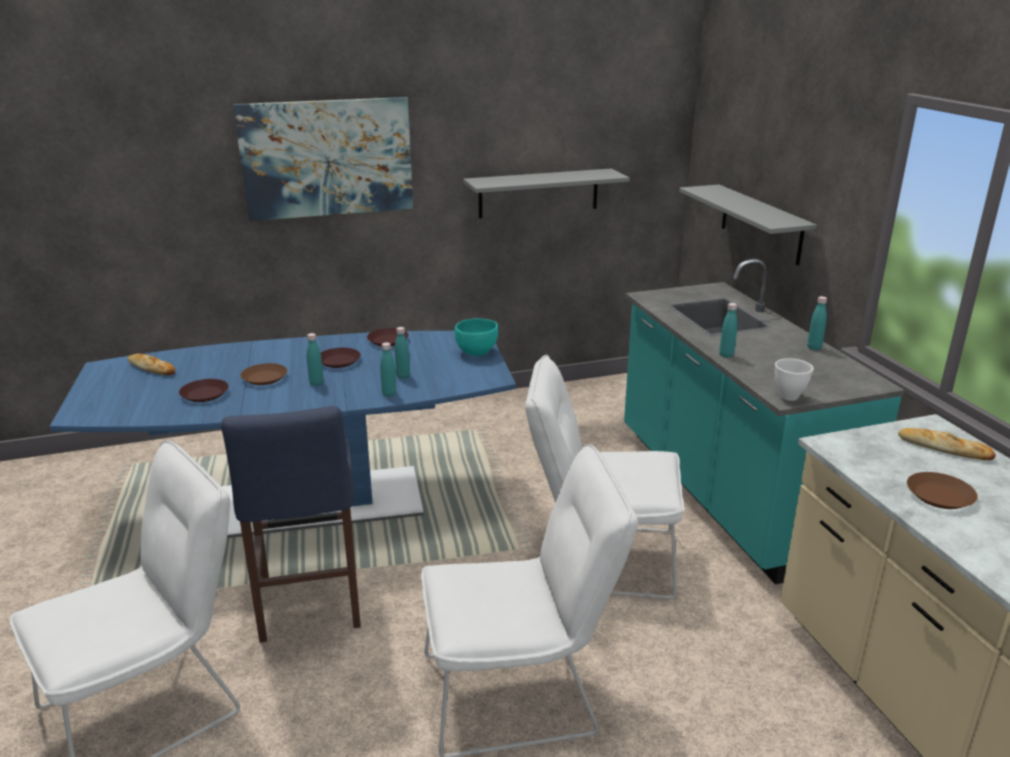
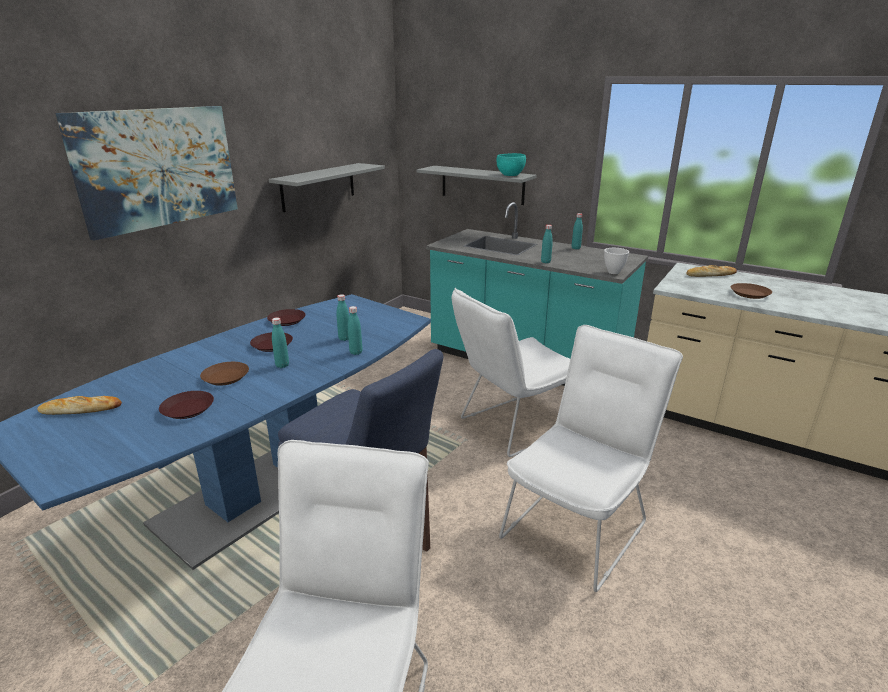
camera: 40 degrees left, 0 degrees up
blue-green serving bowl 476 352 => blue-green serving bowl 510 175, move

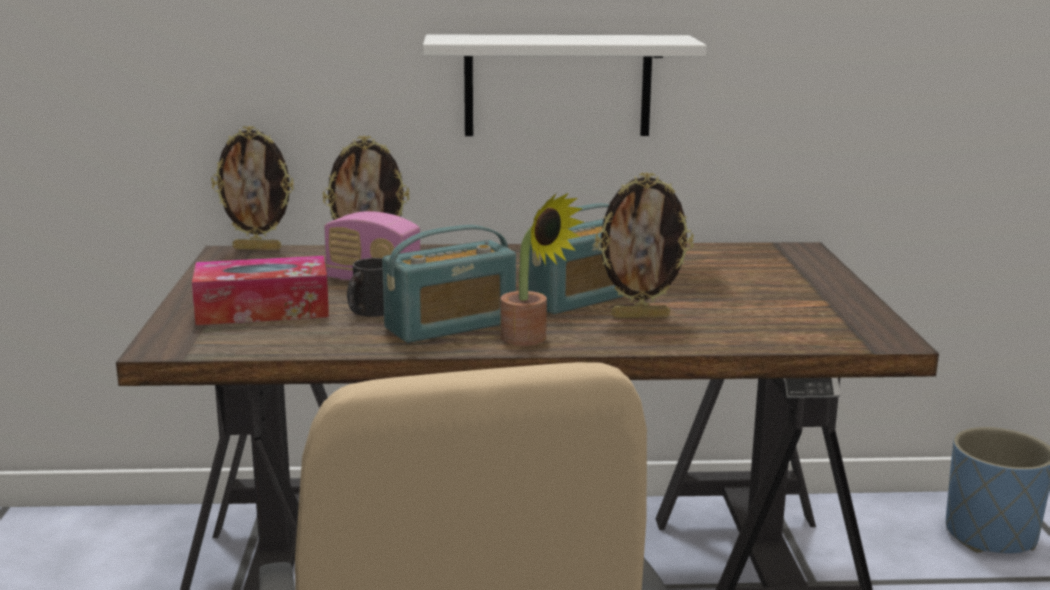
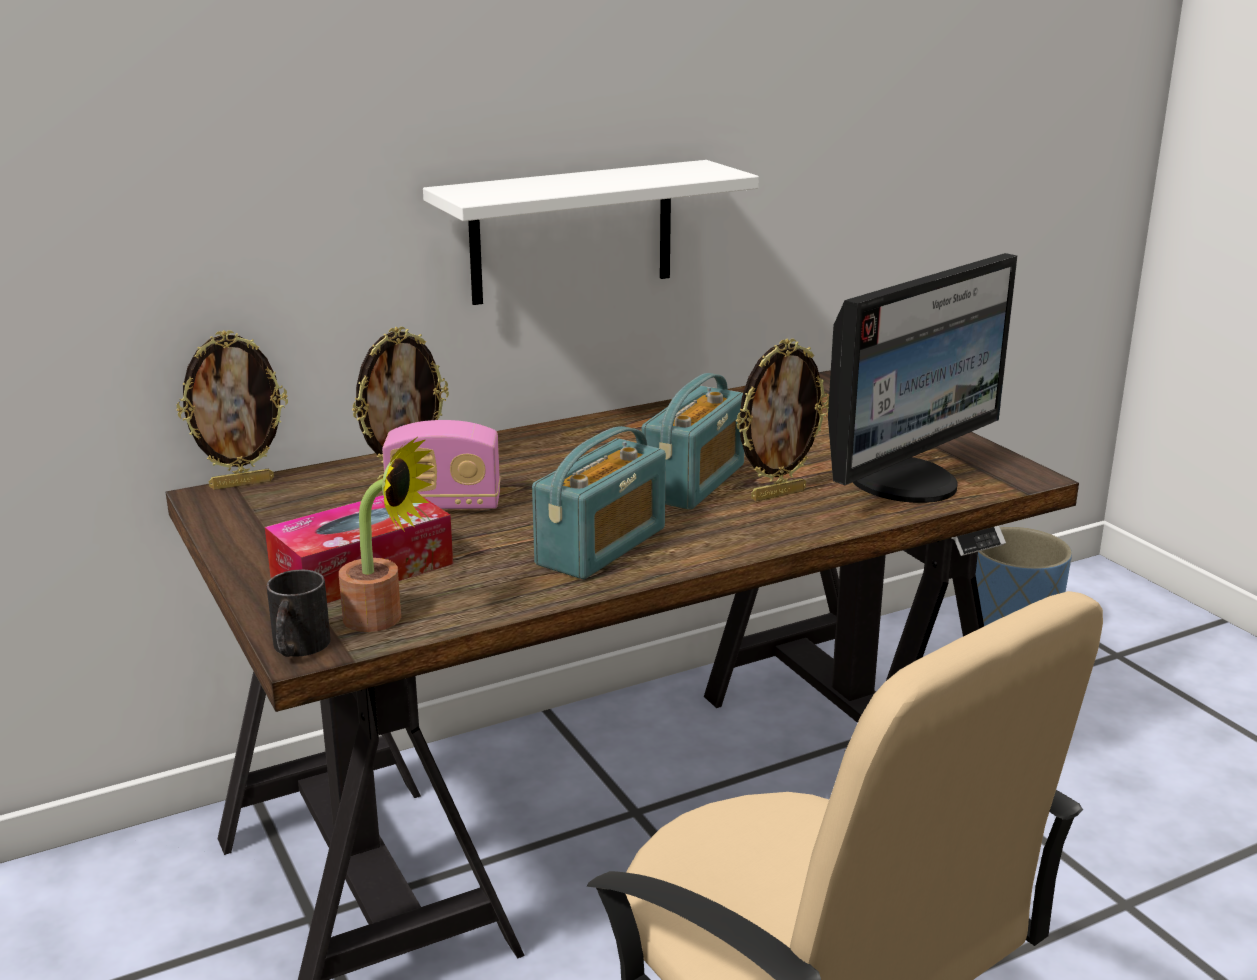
camera: 25 degrees left, 5 degrees up
black-coloured mug 368 312 => black-coloured mug 297 648, move
potted plant 531 340 => potted plant 384 619, move
nothing => computer screen 907 482

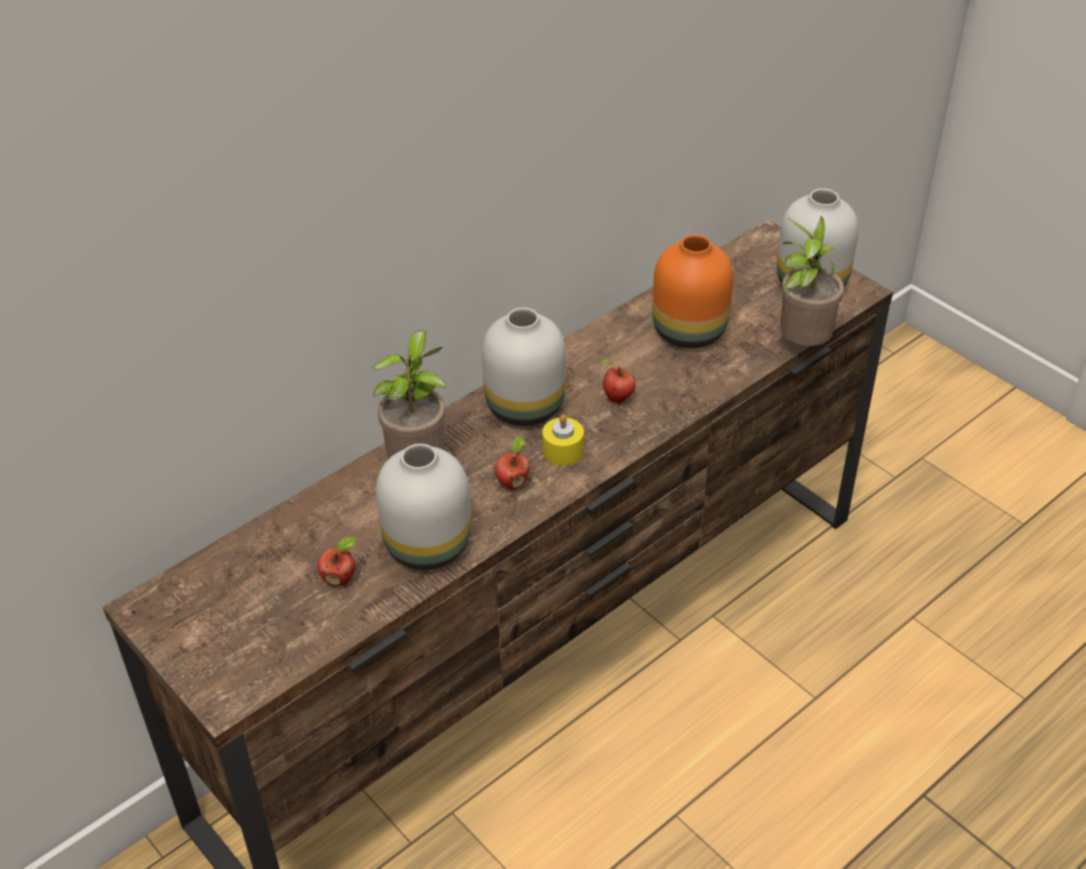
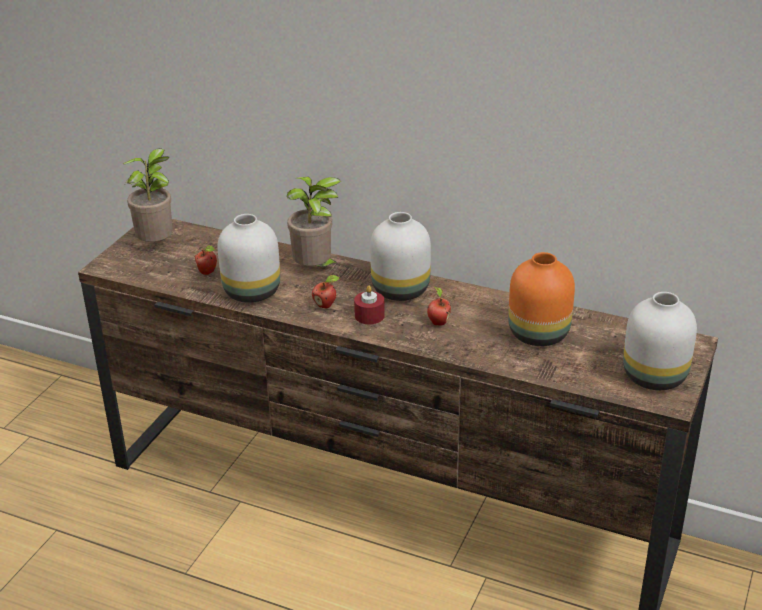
camera: 65 degrees right, 10 degrees down
yellow candle 563 451 => reddish candle 369 315
potted plant 801 344 => potted plant 158 245, move

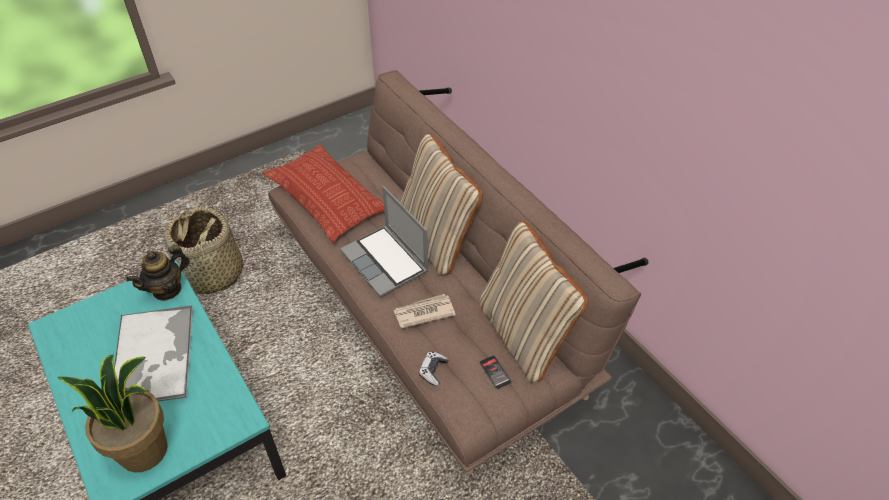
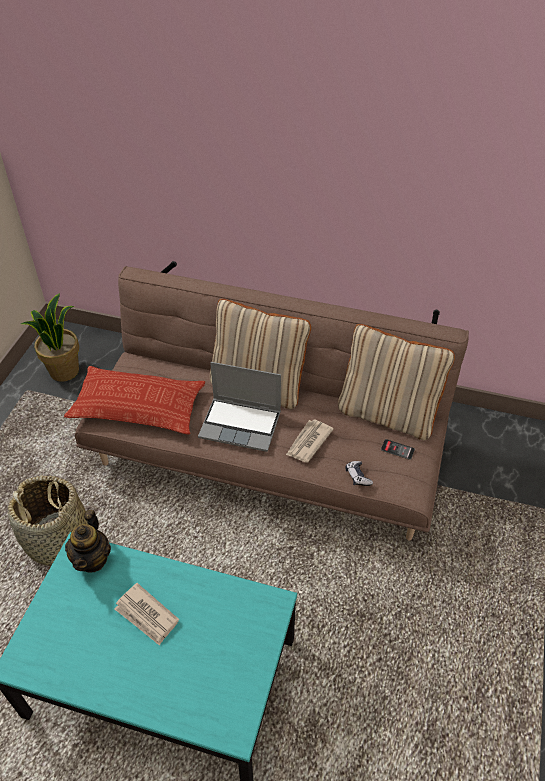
camera: 40 degrees left, 0 degrees up
potted plant 144 449 => potted plant 64 370, move
carrying tray 153 357 => daily paper 146 615

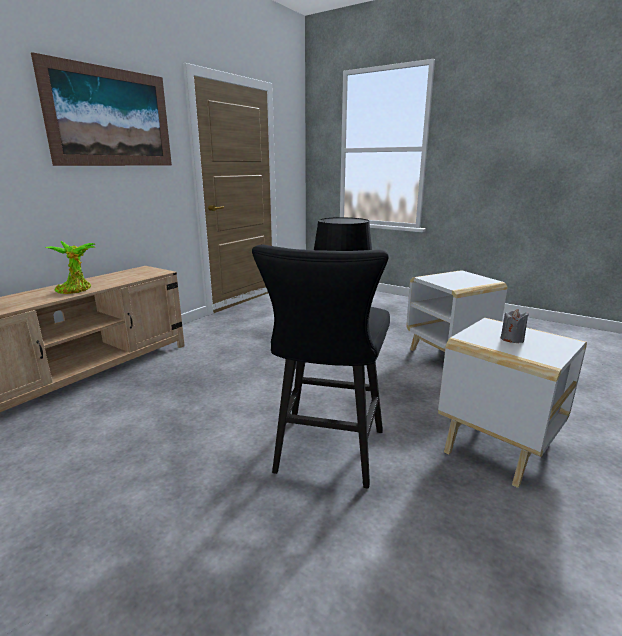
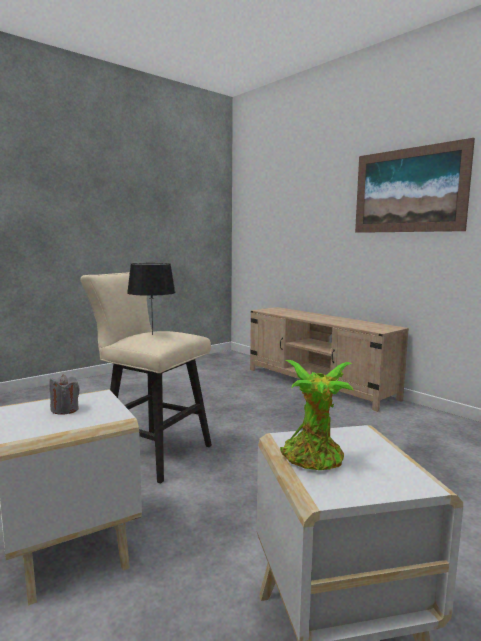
camera: 105 degrees right, 10 degrees down
potted plant 76 290 => potted plant 314 460, move
black-coloured stool seat 326 455 => sand-coloured stool seat 151 452

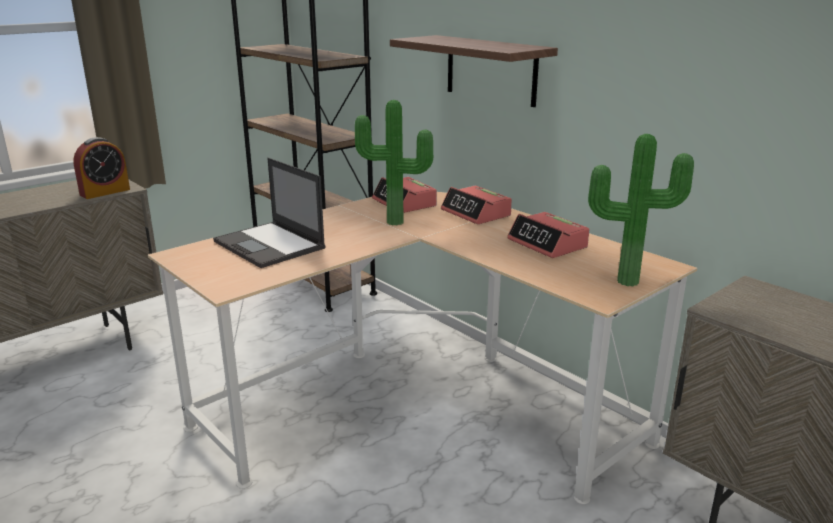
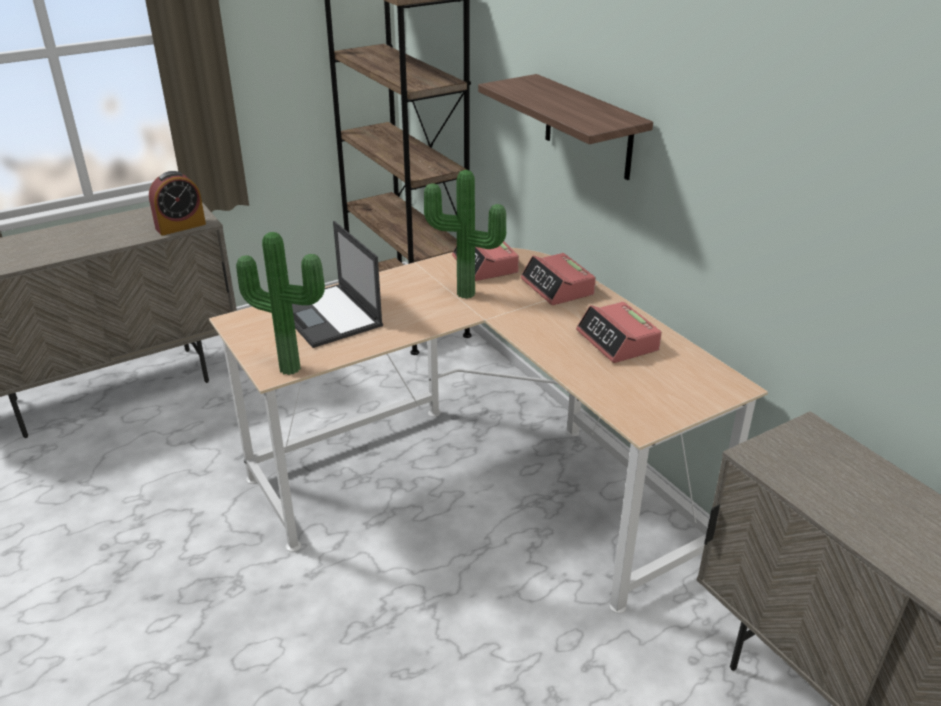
camera: 10 degrees right, 10 degrees up
potted plant 627 280 => potted plant 291 366, move

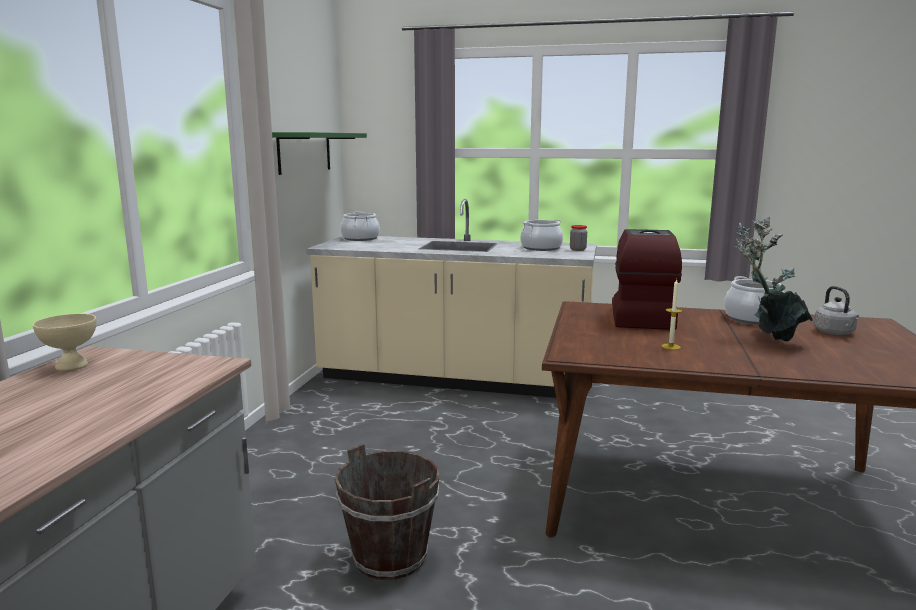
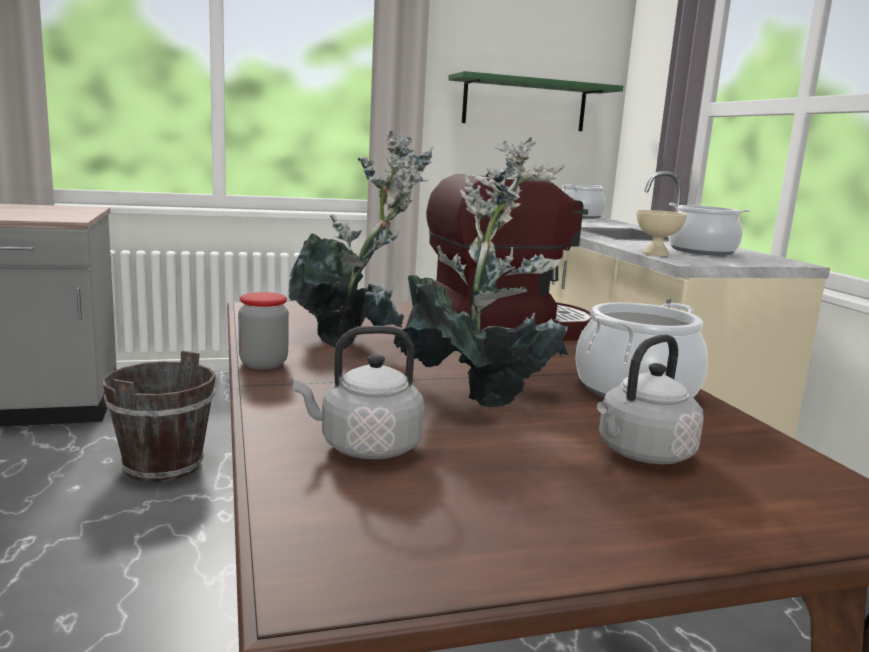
camera: 60 degrees right, 0 degrees up
sand-coloured serving bowl 71 366 => sand-coloured serving bowl 655 254, move
jar 578 249 => jar 263 364, move
candle 671 346 => potted plant 353 343
nothing => gray tea kettle 365 447

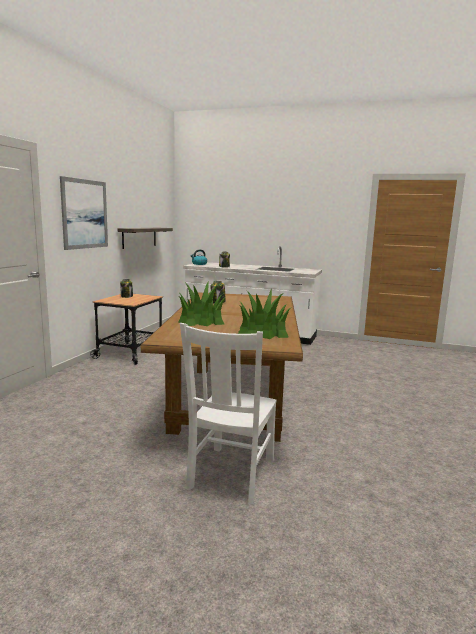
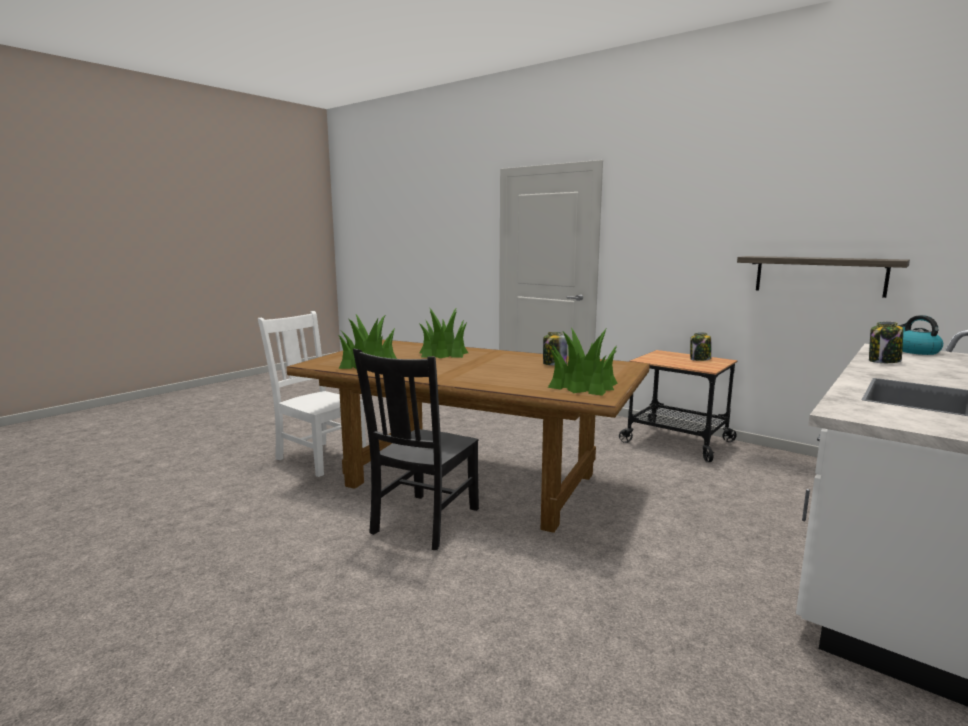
camera: 110 degrees right, 0 degrees up
wall art 85 214 => nothing
nothing => black-coloured plain chair 423 522
nothing => potted plant 582 385

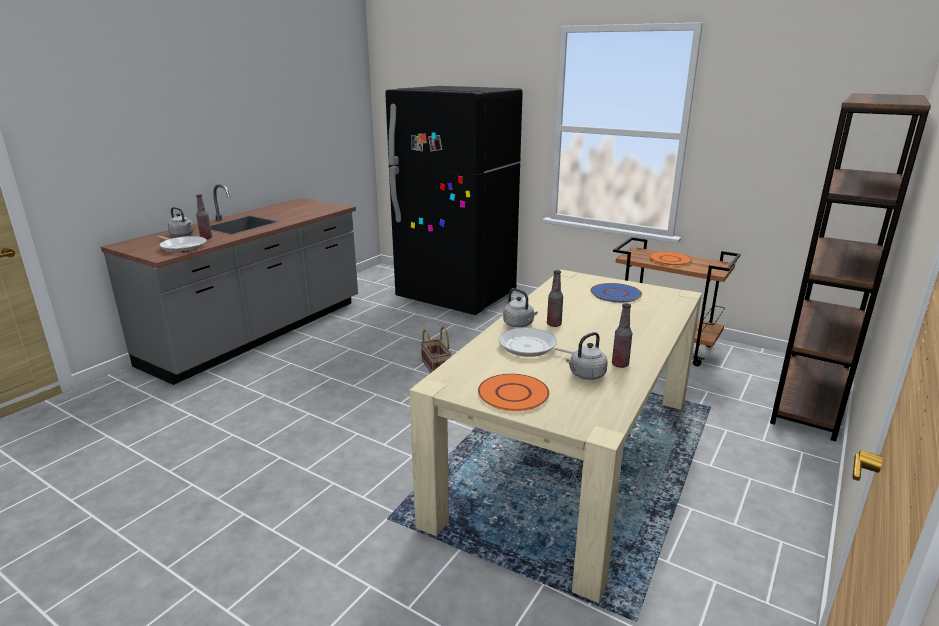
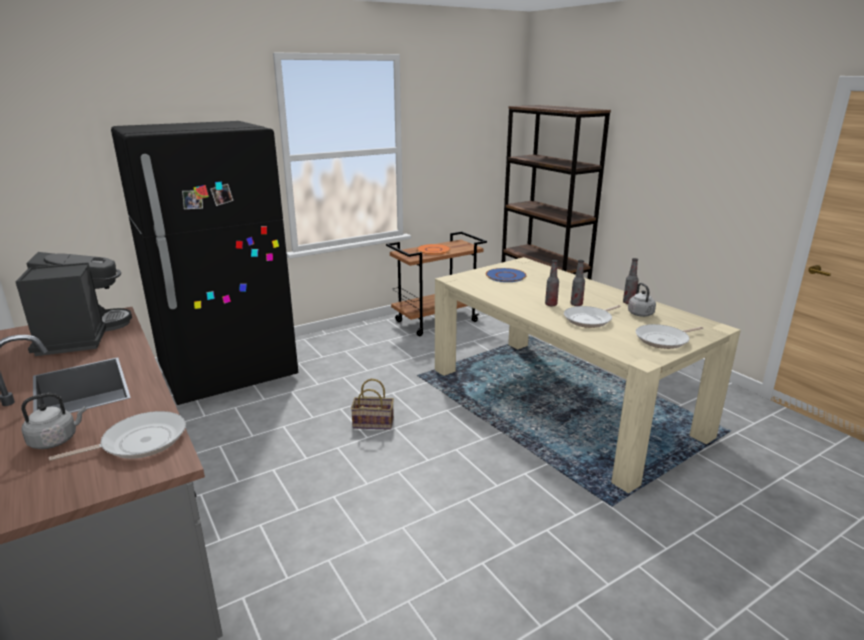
camera: 65 degrees left, 0 degrees up
beverage bottle 206 237 => beverage bottle 576 304, move
orange dinner plate 513 394 => pan 664 340
gray tea kettle 519 324 => nothing
nothing => coffee brewer 80 335

